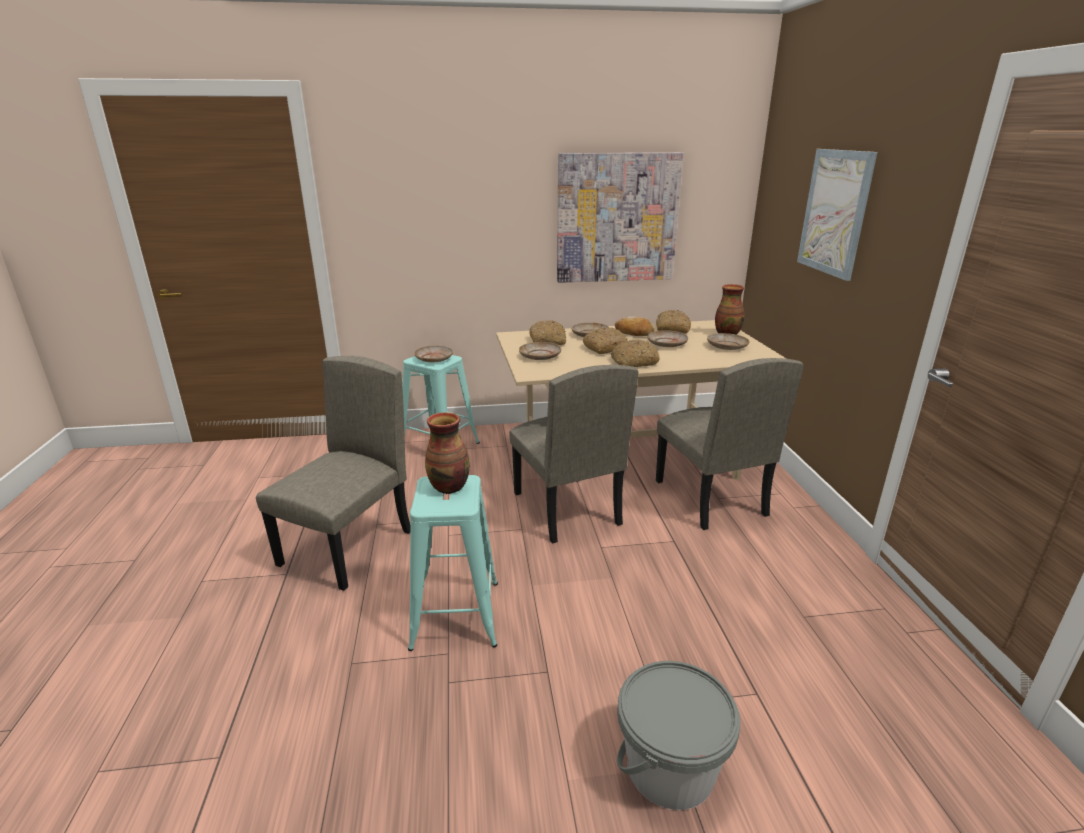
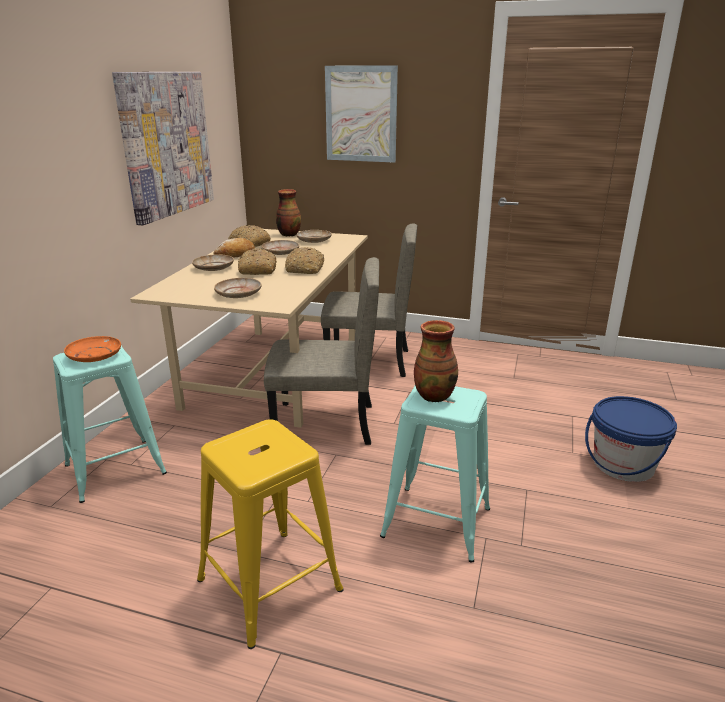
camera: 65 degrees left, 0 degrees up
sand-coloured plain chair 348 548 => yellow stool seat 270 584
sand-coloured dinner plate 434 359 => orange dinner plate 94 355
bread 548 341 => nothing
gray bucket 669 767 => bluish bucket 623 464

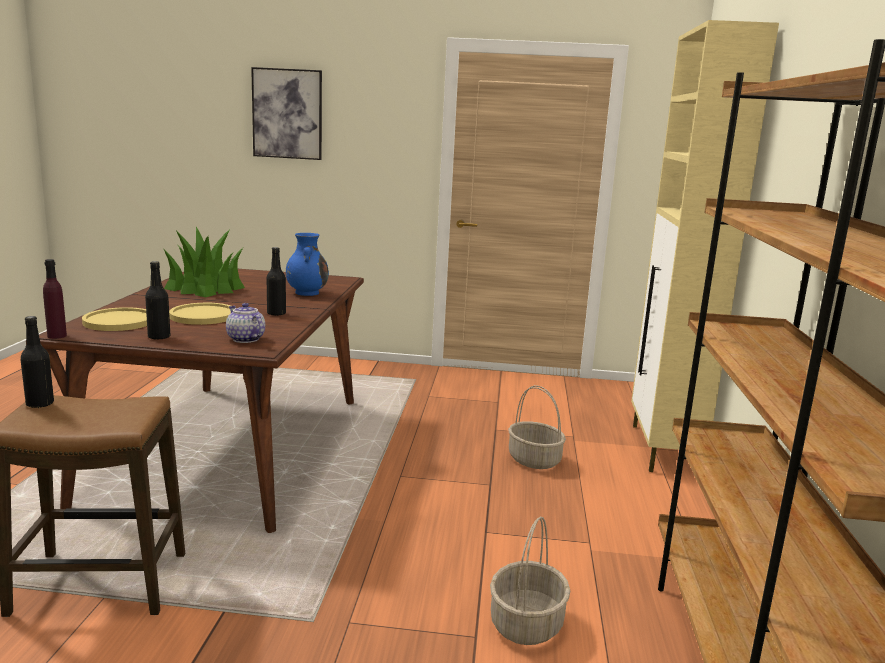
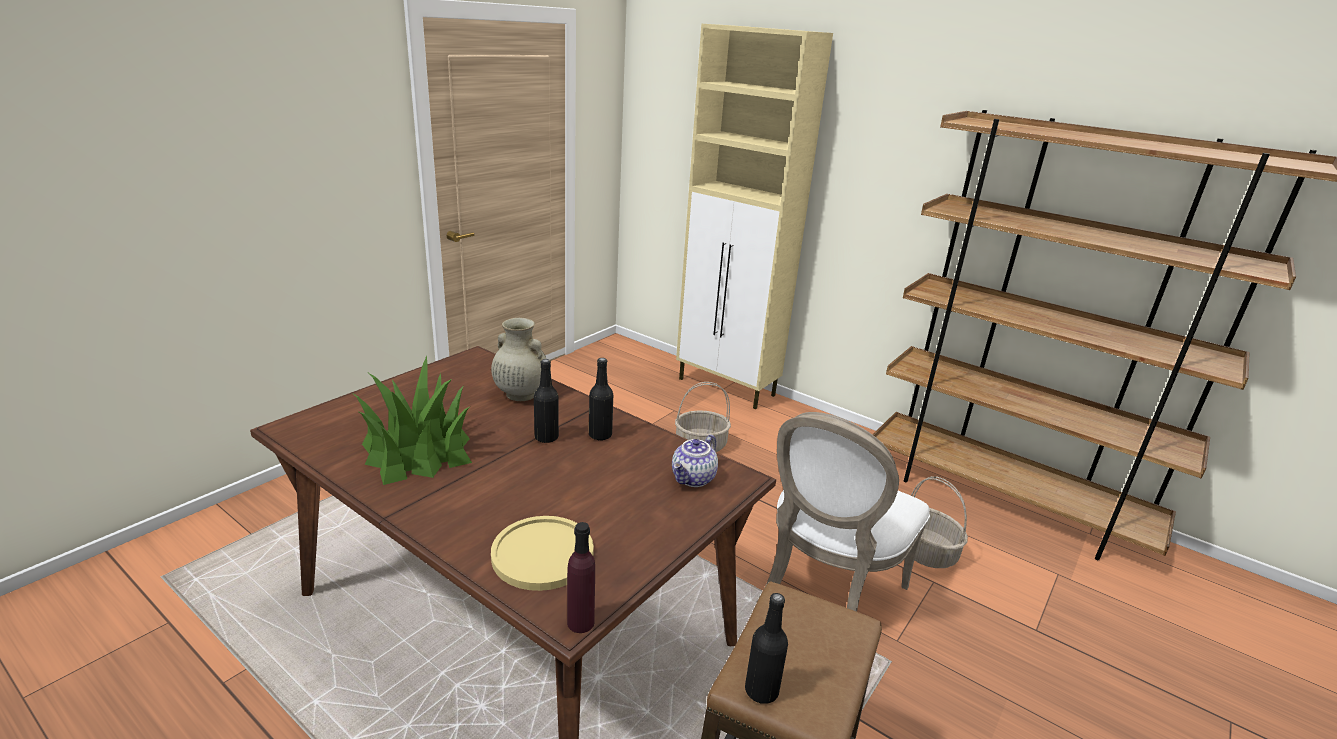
camera: 60 degrees left, 10 degrees up
black-coloured beverage bottle 159 337 => black-coloured beverage bottle 546 437, move
yellow dinner plate 203 315 => nothing
pot for tea 244 339 => pot for tea 694 479, 45 degrees counterclockwise
wall art 287 114 => nothing
bluish decorative vase 307 293 => sand-coloured decorative vase 520 394
nothing => white plain chair 824 596

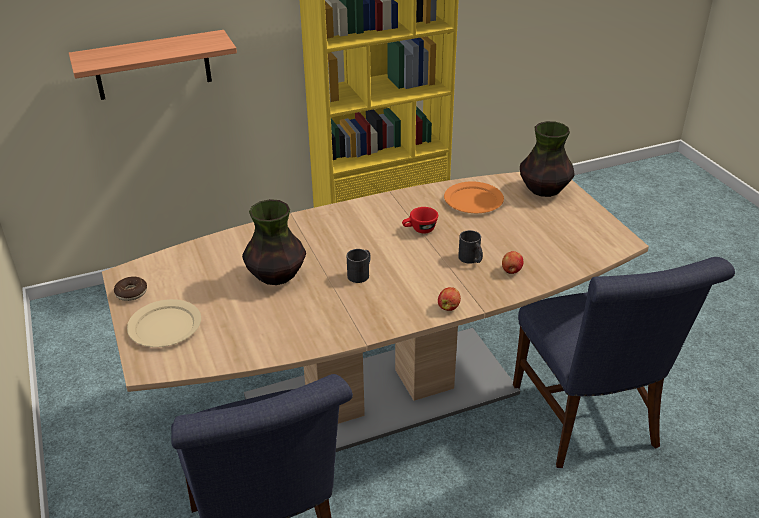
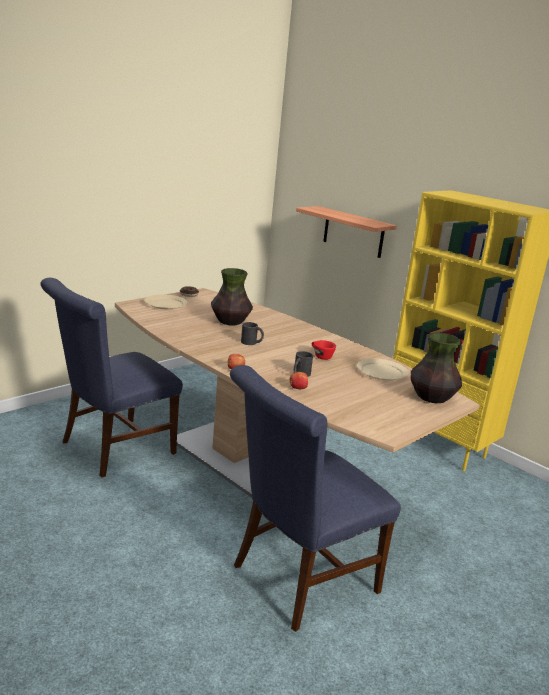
camera: 65 degrees right, 15 degrees down
orange dinner plate 473 200 => sand-coloured dinner plate 381 371

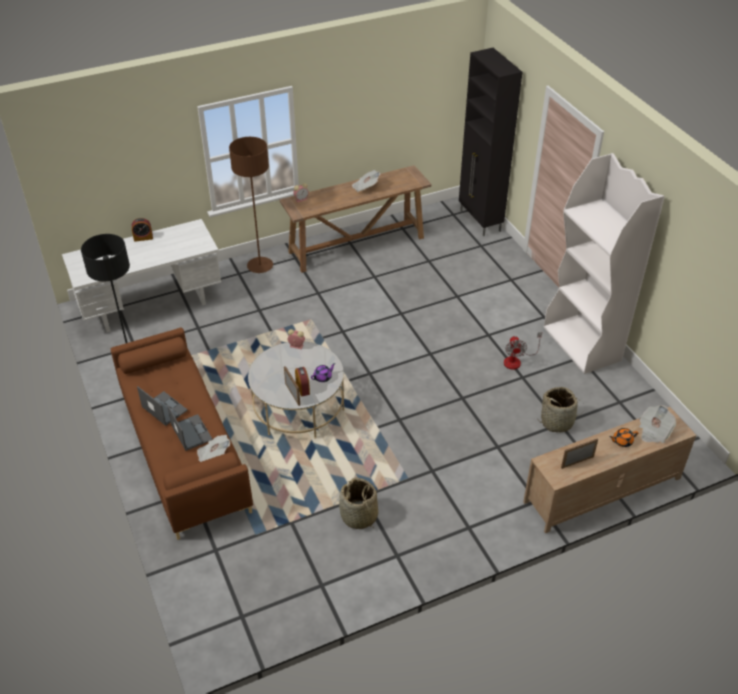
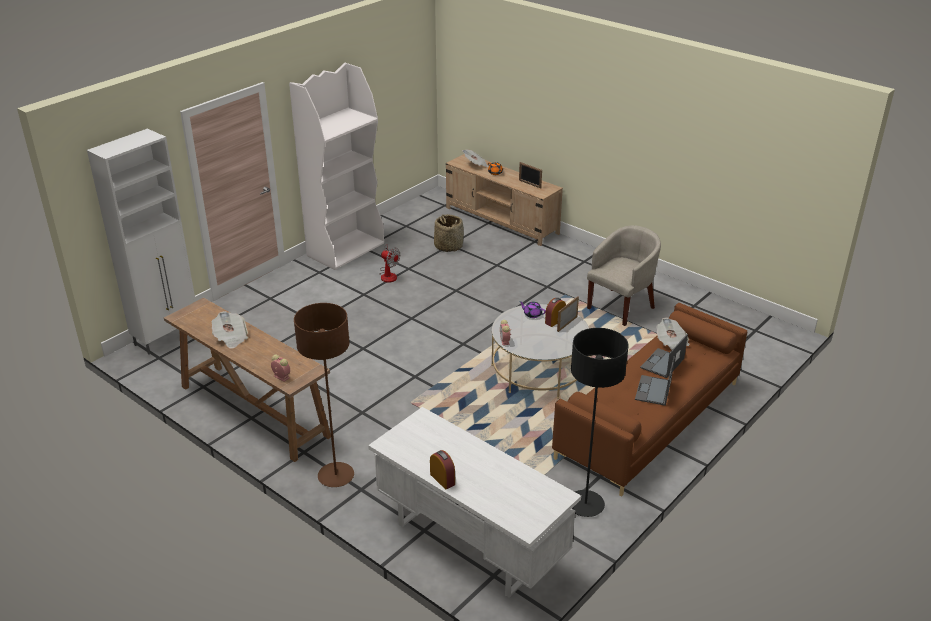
camera: 115 degrees left, 10 degrees down
storage basket 359 516 => sand-coloured easy chair 621 306
black-coloured cabinet 480 221 => white cabinet 167 336
fan 516 360 => fan 388 274, 60 degrees clockwise

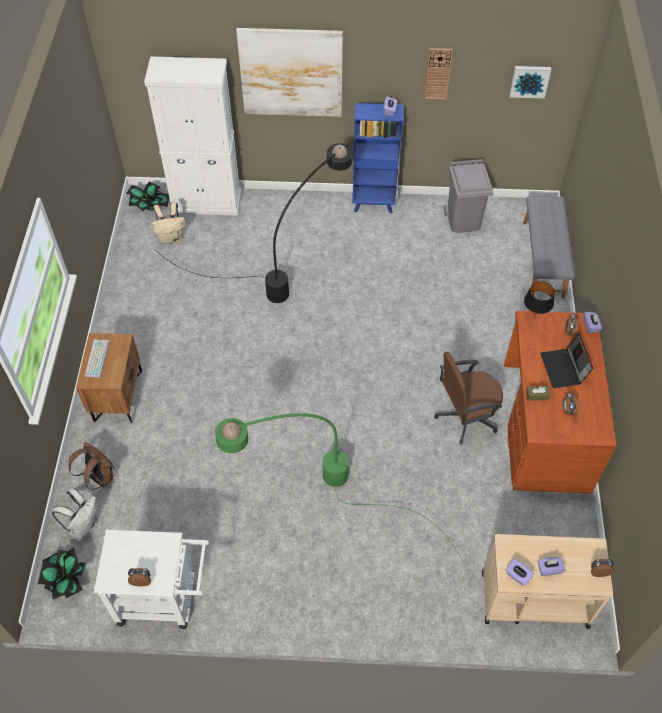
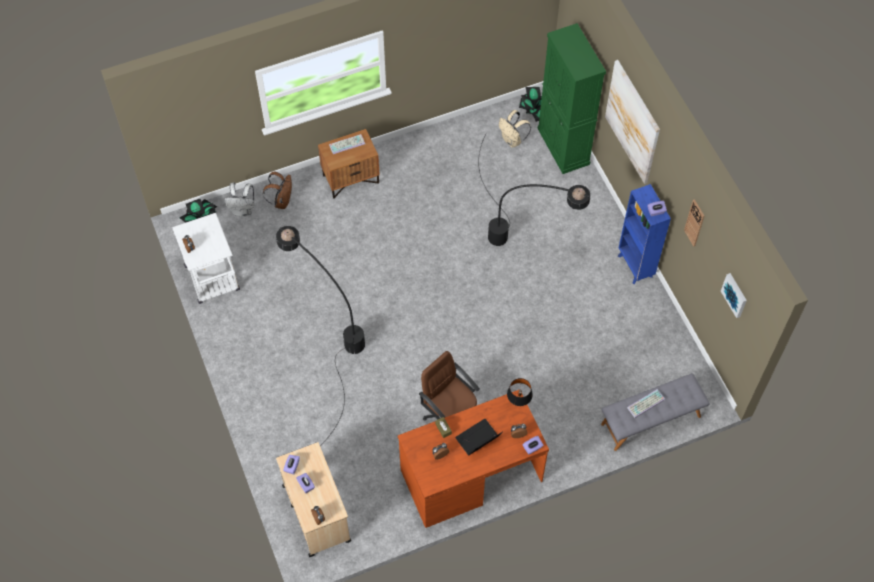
camera: 65 degrees right, 5 degrees up
white cabinet 207 202 => greenish cabinet 563 146
greenish floor lamp 313 499 => black-coloured floor lamp 328 338
gray trash can 463 220 => nothing
nothing => computer keyboard 646 404

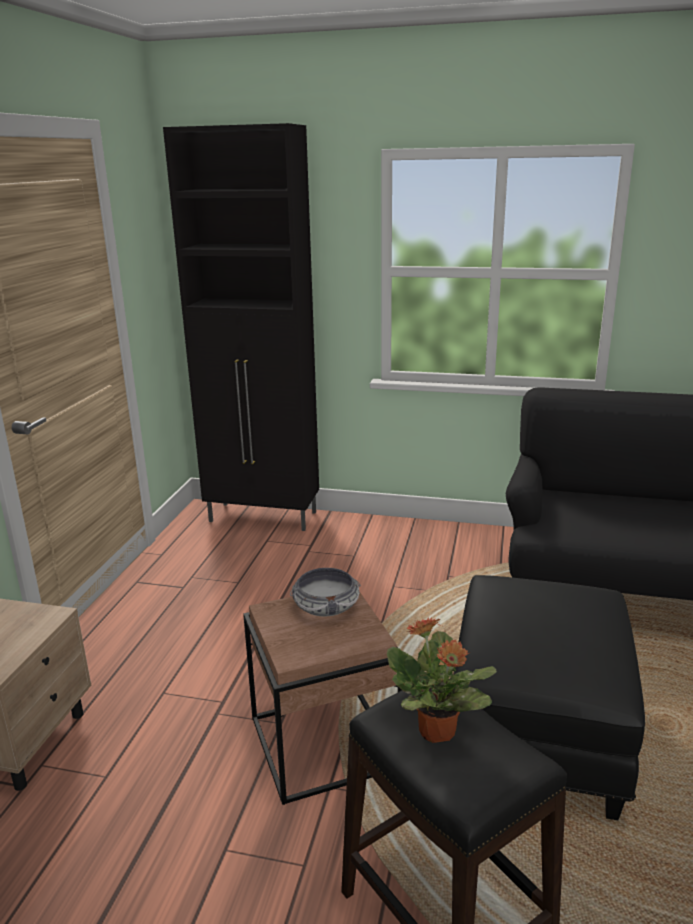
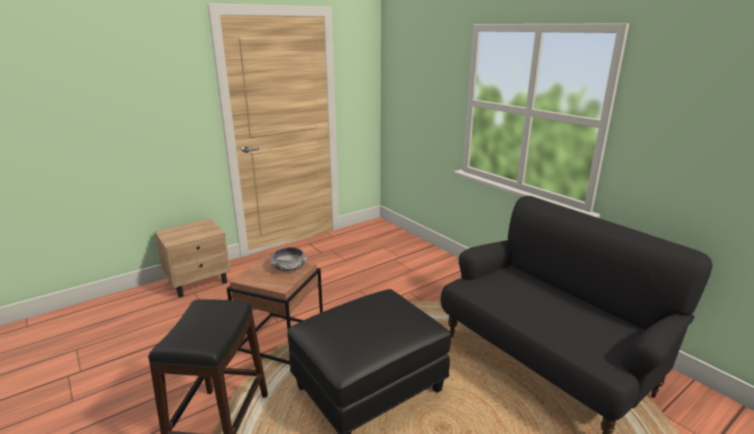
camera: 40 degrees right, 0 degrees up
black-coloured cabinet 264 517 => nothing
potted plant 437 732 => nothing

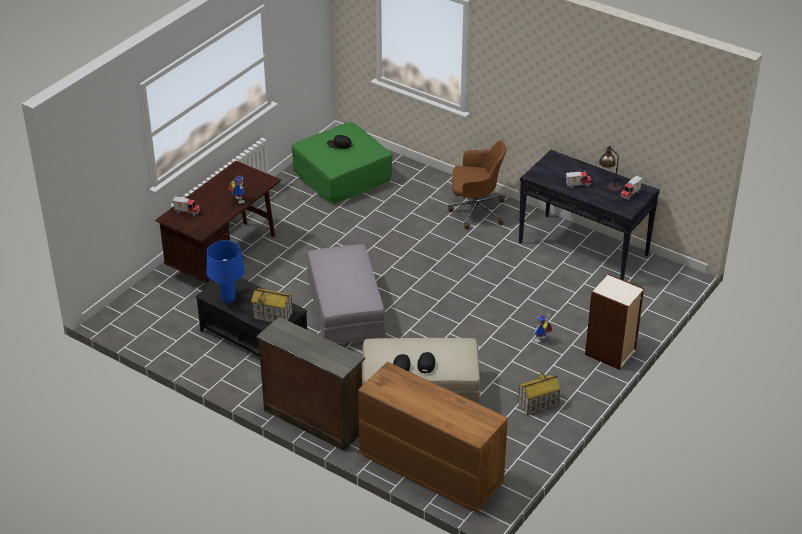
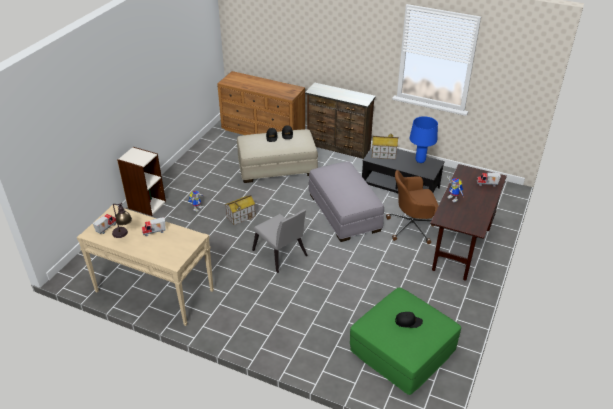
camera: 170 degrees right, 0 degrees up
brown-coloured computer chair 475 211 => brown-coloured computer chair 412 227, move
miniature house 538 404 => miniature house 241 216, move
black-coloured console table 583 249 => sand-coloured console table 154 291
nothing => gray plain chair 281 255

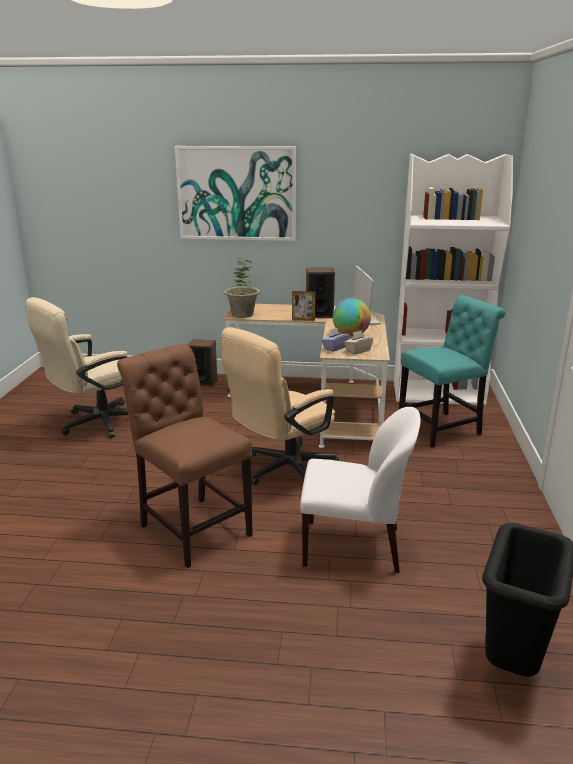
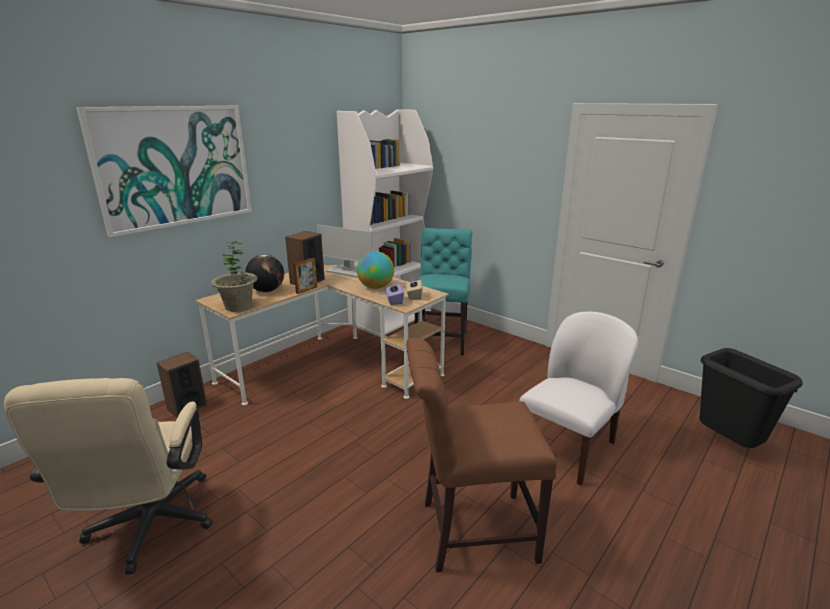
camera: 55 degrees left, 0 degrees up
sand-coloured computer chair 282 470 => nothing
nothing => globe 266 291

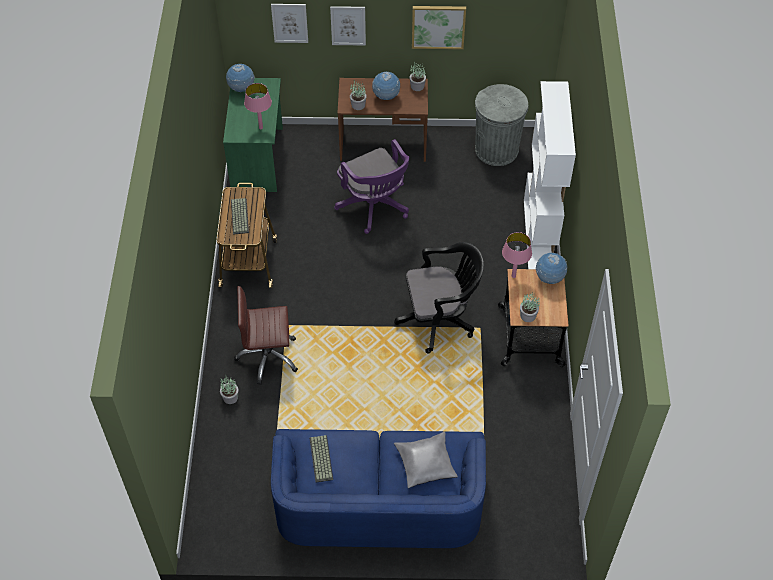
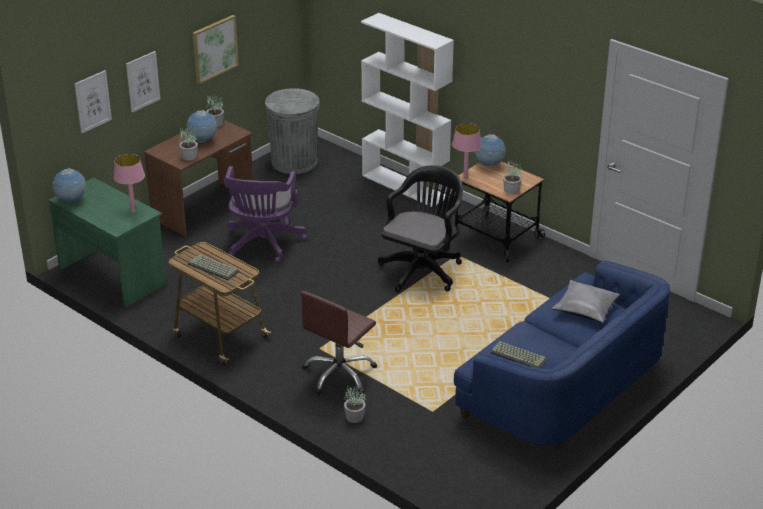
camera: 50 degrees left, 20 degrees down
purple-coloured computer chair 375 207 => purple-coloured computer chair 263 244, 90 degrees clockwise

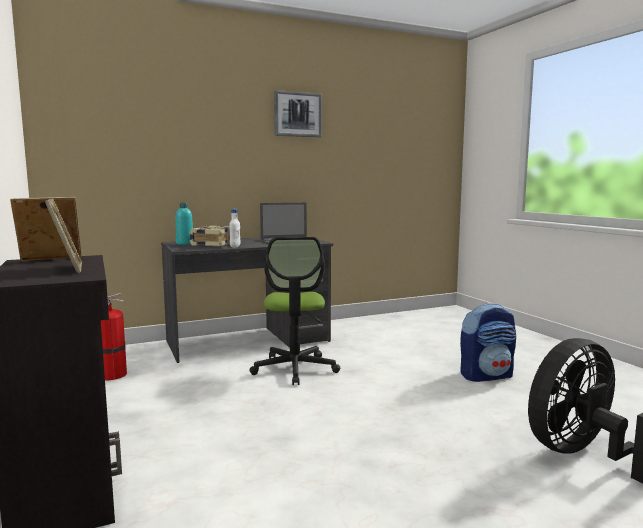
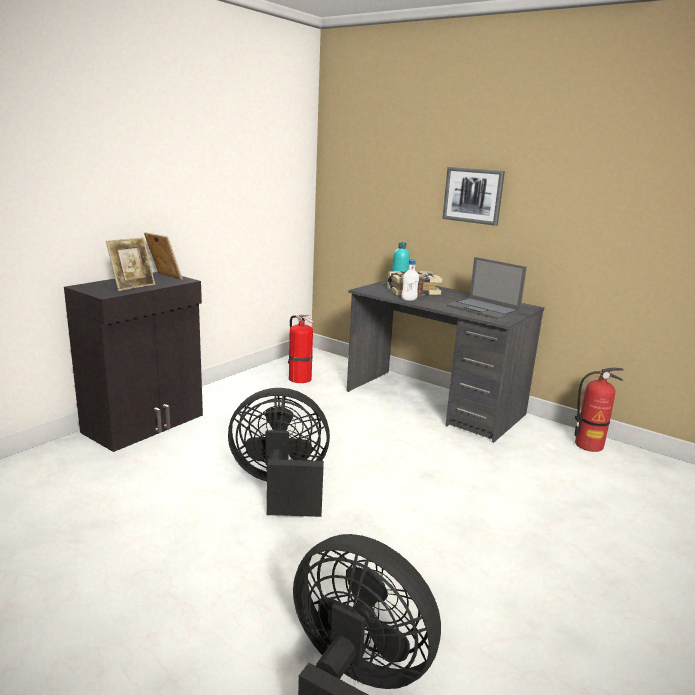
camera: 60 degrees right, 10 degrees up
computer chair 295 369 => nothing
wall art 297 114 => wall art 473 195, move
backpack 486 375 => nothing
nothing => black-coloured fan 281 487
nothing => fire extinguisher 588 445

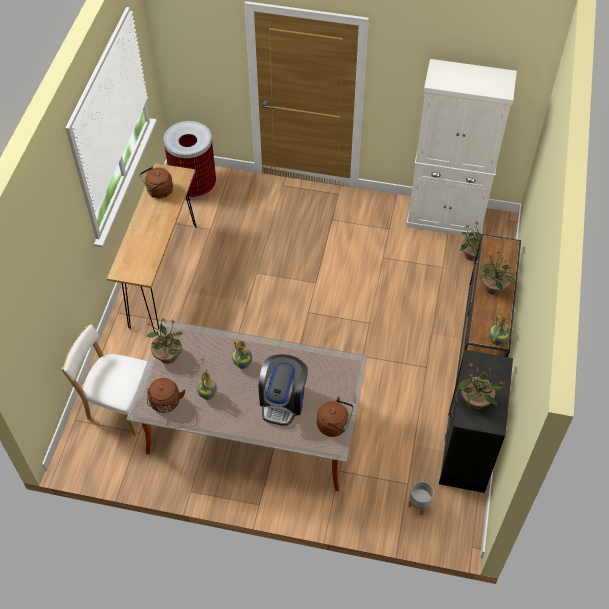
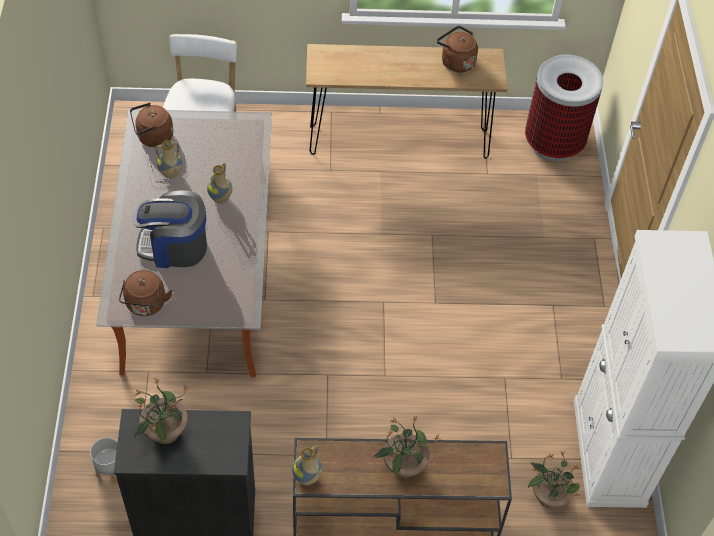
camera: 75 degrees right, 0 degrees up
potted plant 168 355 => nothing

